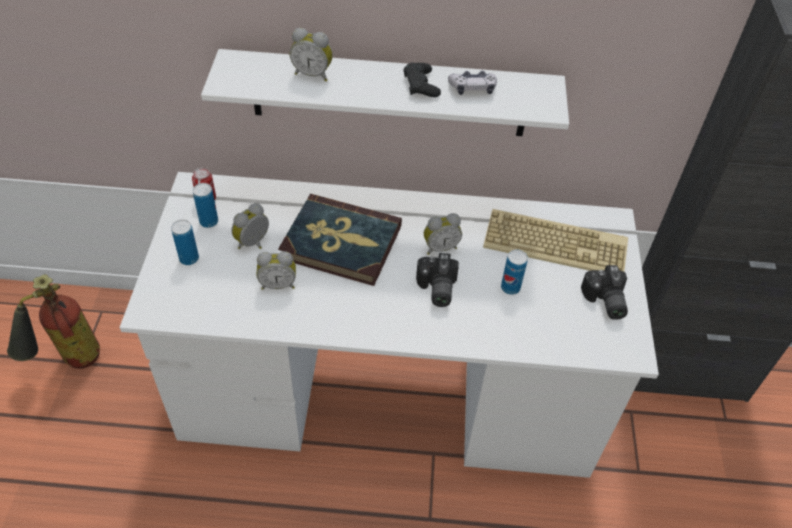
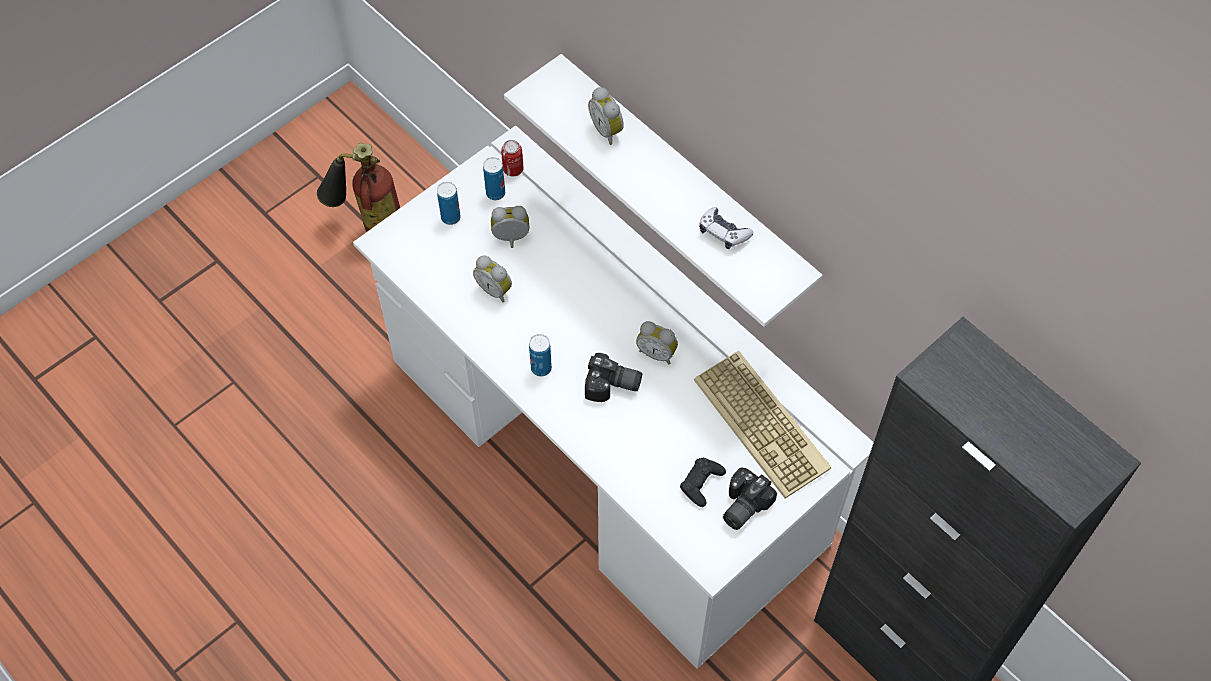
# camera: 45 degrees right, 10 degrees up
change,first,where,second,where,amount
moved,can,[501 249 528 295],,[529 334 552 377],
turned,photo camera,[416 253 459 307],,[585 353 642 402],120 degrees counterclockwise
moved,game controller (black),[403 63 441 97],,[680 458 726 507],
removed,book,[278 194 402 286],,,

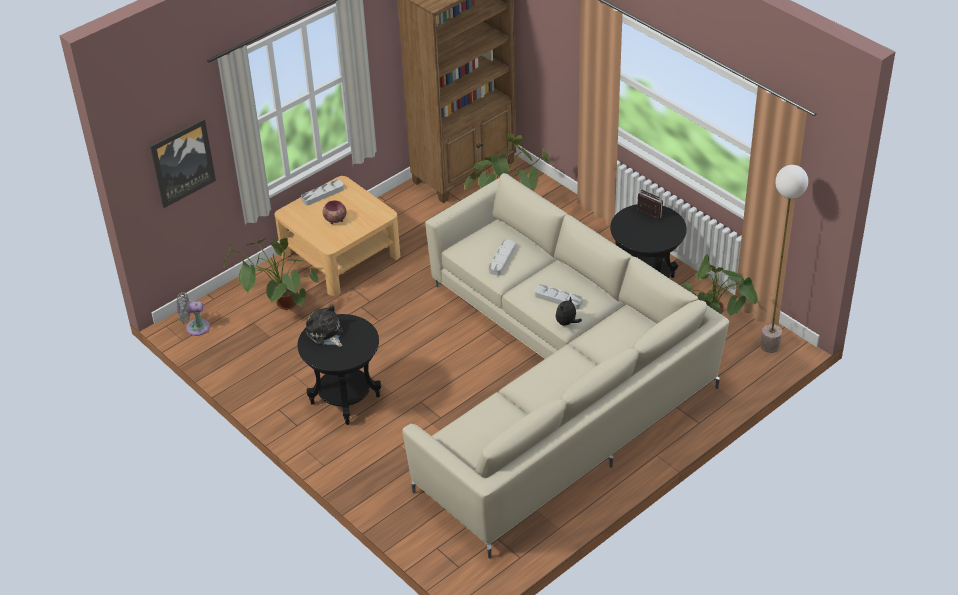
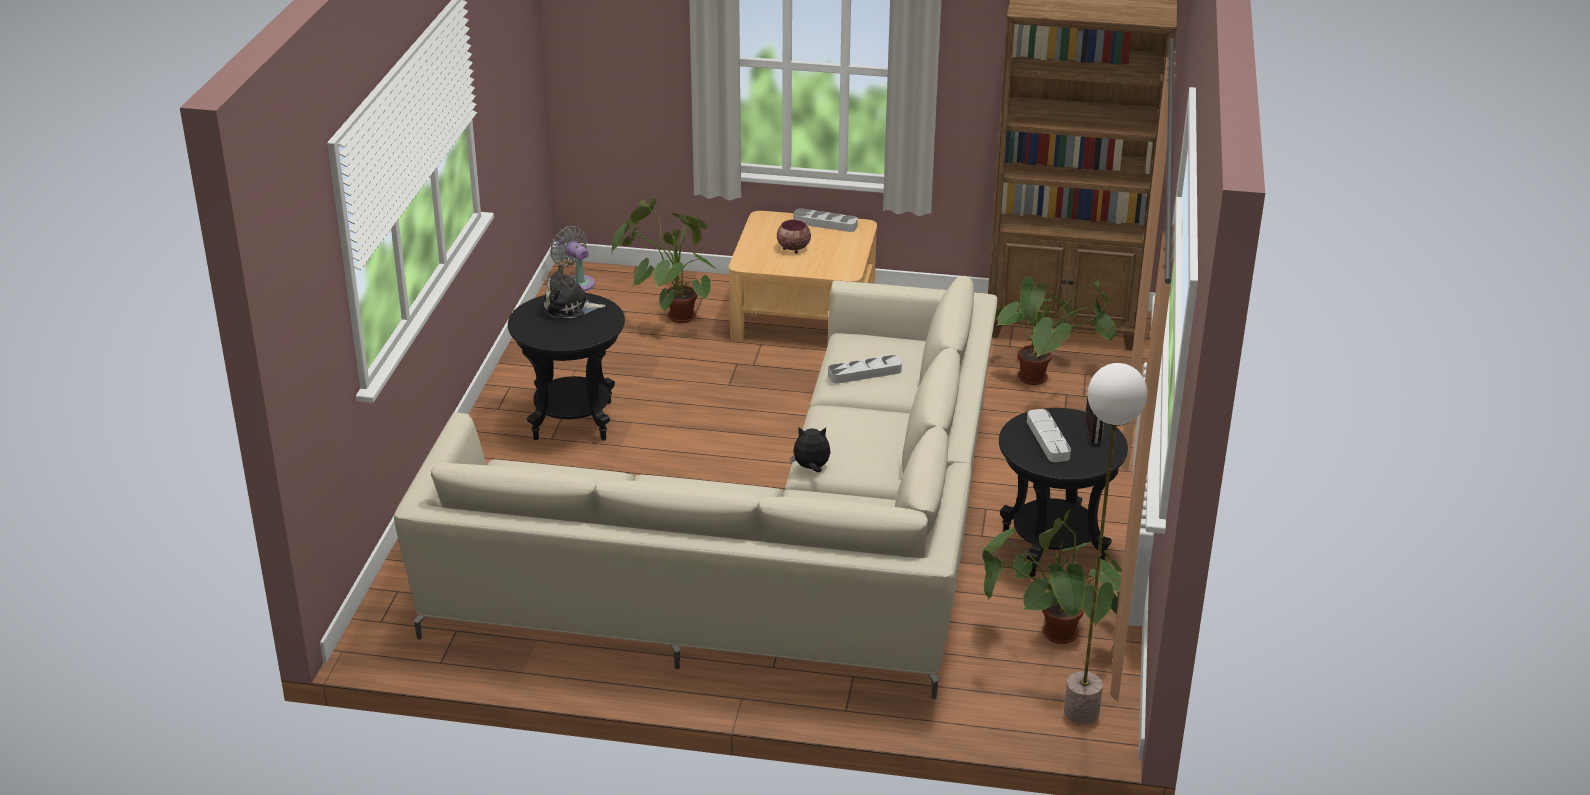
# camera: 50 degrees right, 10 degrees down
change,first,where,second,where,amount
turned,plush toy,[306 305 344 347],,[544 264 606 318],105 degrees counterclockwise
moved,tray (grey),[535 284 583 310],,[1027 409 1071 462],
removed,picture,[150 119 216 208],,,

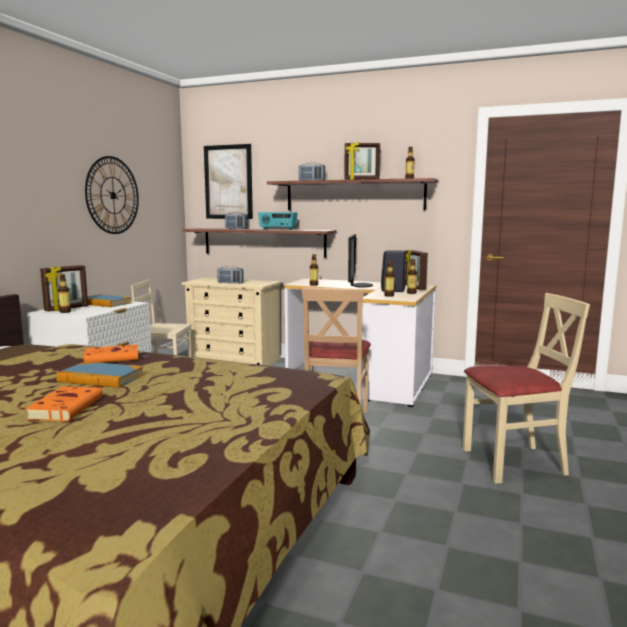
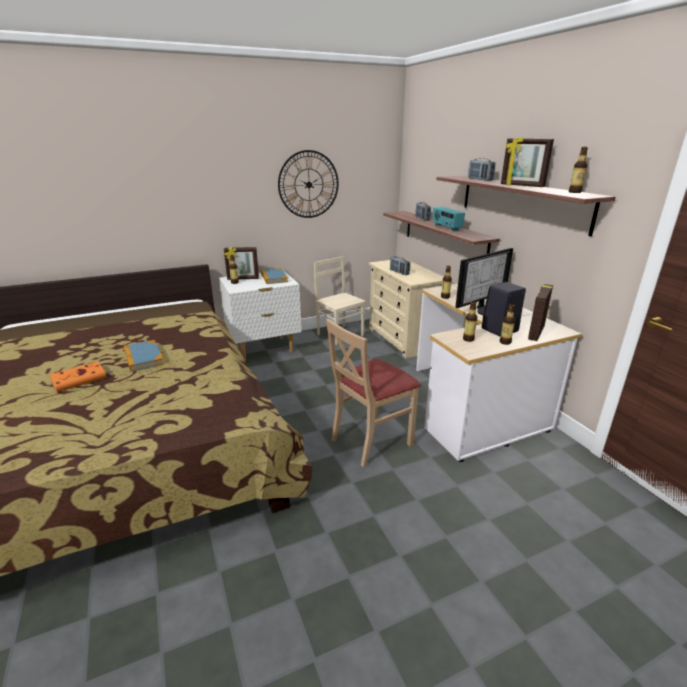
# camera: 45 degrees right, 15 degrees up
change,first,where,second,where,amount
removed,book (orange),[83 344 148 363],,,
removed,picture,[204 144 253 219],,,
removed,chair (beige),[463 293 590 484],,,

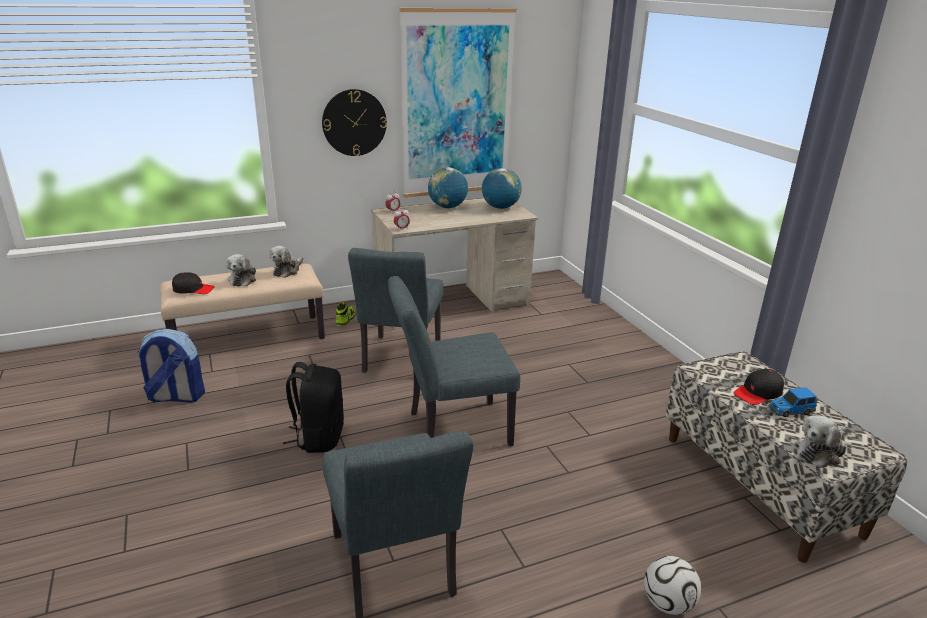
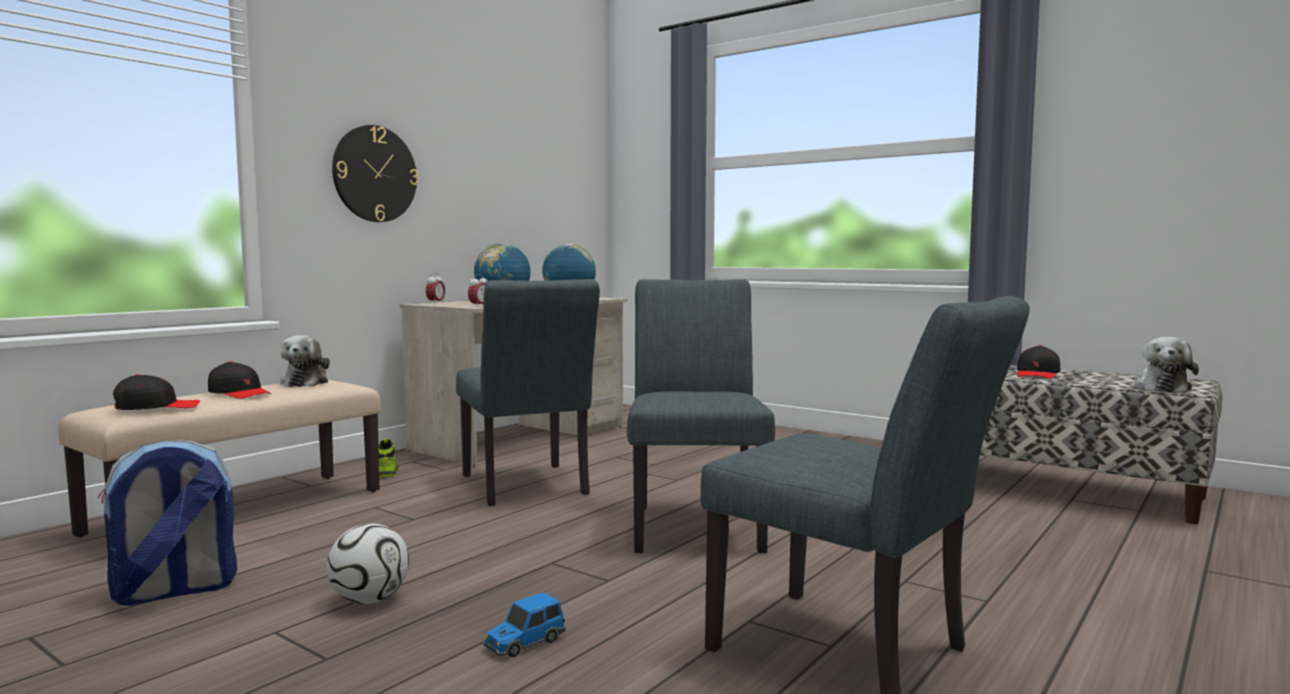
# camera: 30 degrees left, 20 degrees down
change,first,where,second,where,amount
replaced,plush toy,[226 254 256 286],cap (black),[208 361 271 399],
moved,football,[644 556 701 615],,[327 523 409 604],
moved,toy car,[768 387 817 417],,[483 592 566 657],
turned,chair (grey),[388 276 520 446],,[627 279 775 553],135 degrees clockwise
removed,backpack (black),[283 362 344 453],,,
removed,picture,[399 8 516 198],,,

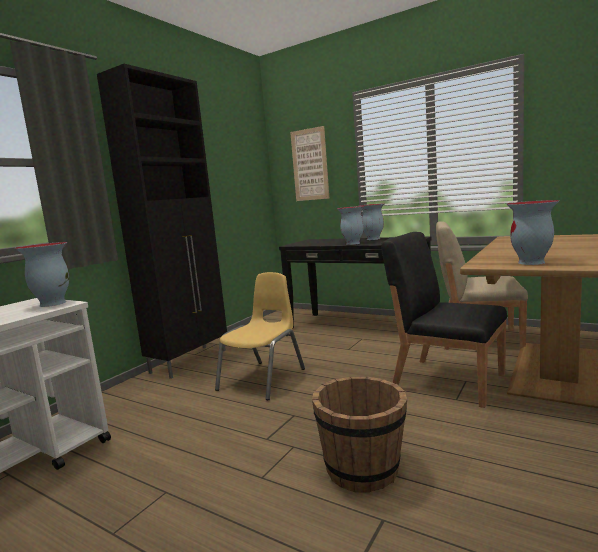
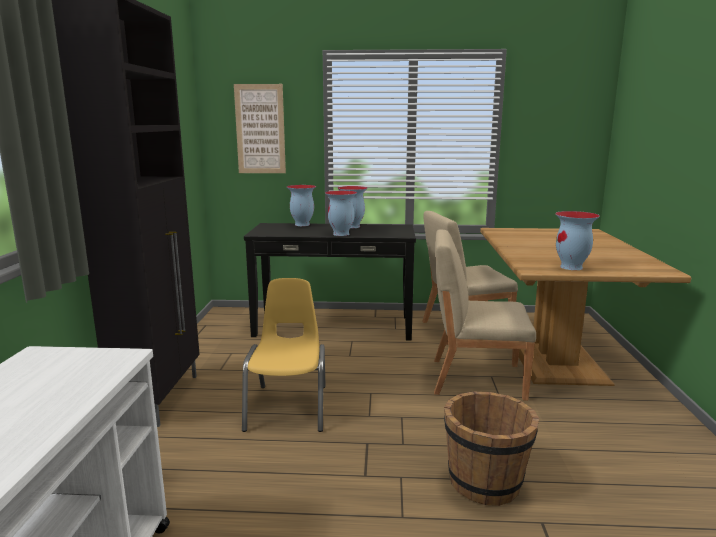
# camera: 30 degrees left, 5 degrees up
change,first,where,second,where,amount
moved,vase,[15 242 69 307],,[287 185 316 226],
recoloured,chair (black),[381 232 507 408],chair (beige),[434 229 536 401],

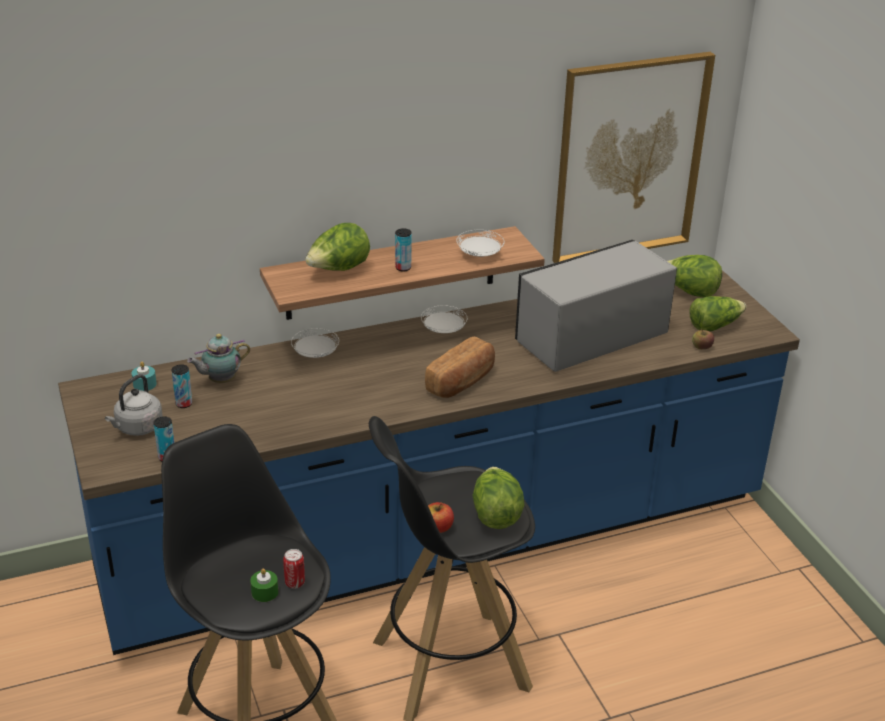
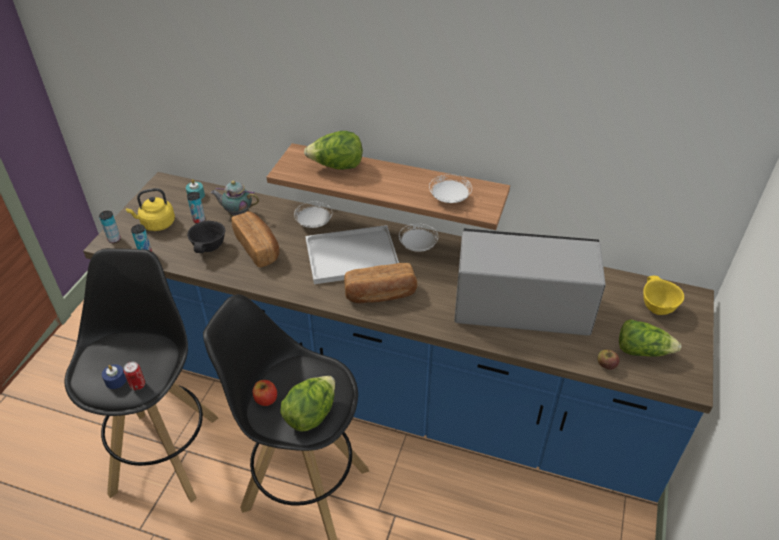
# camera: 40 degrees right, 10 degrees up
change,first,where,second,where,amount
moved,can,[395 228 412 271],,[99 211 121 243],
recoloured,candle (green),[250 568 278 602],candle (blue),[102 364 126 389],
recoloured,kettle (grey),[105 374 163 436],kettle (yellow),[126 188 175 231],
added,,,bowl (black),[187 221 225 253],
added,,,bread,[231 211 280 267],
added,,,tray (white),[305 225 399 284],
replaced,lettuce,[667 255 722 297],bowl (yellow),[643 276 684 315],
removed,picture,[552 52 715 263],,,

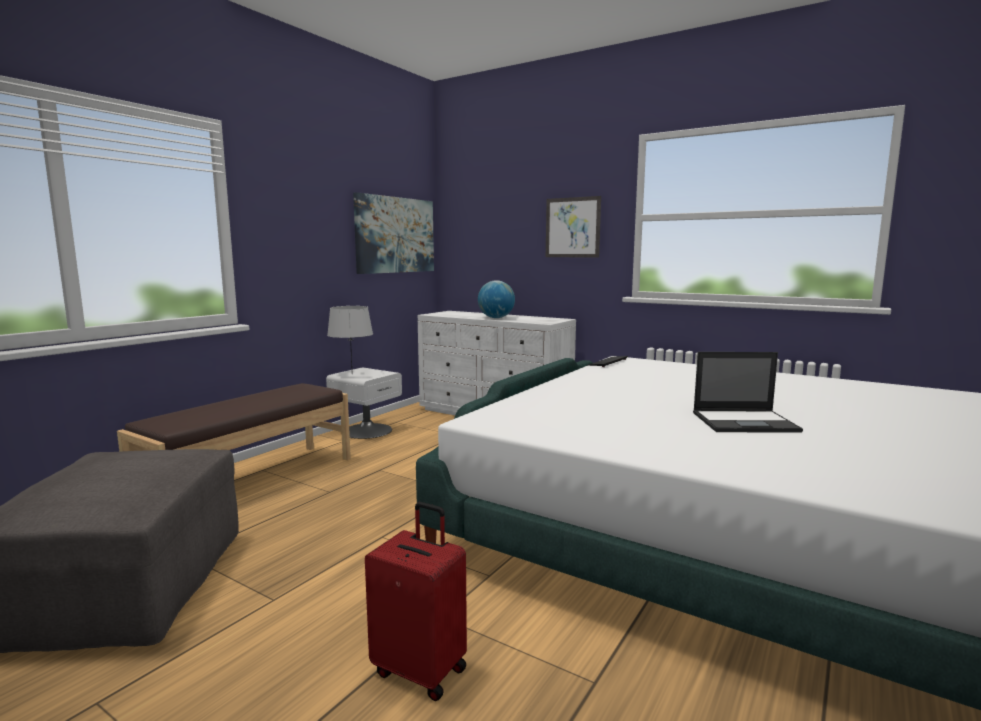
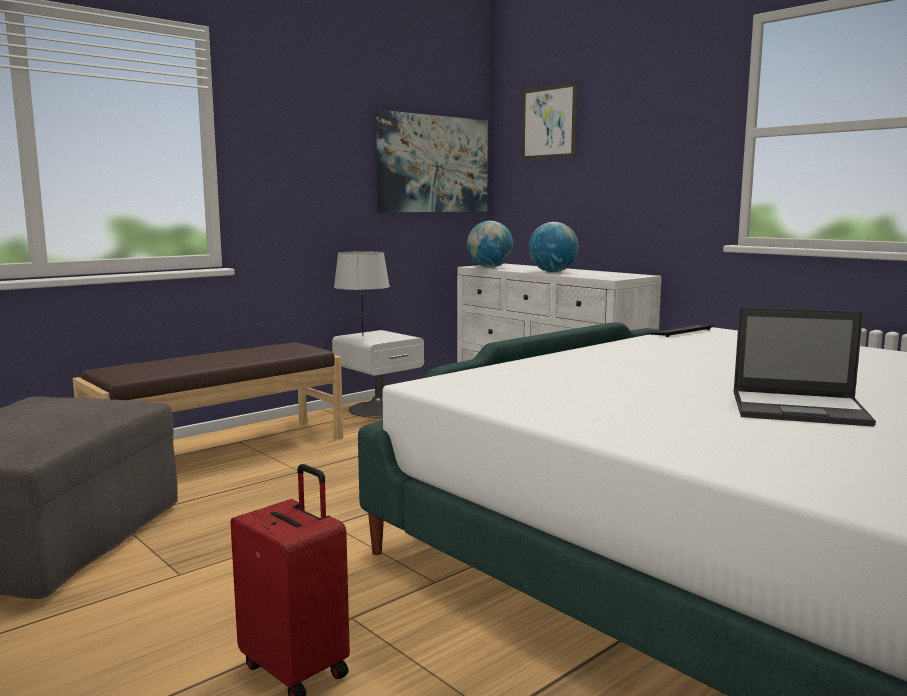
# camera: 15 degrees right, 0 degrees up
change,first,where,second,where,amount
added,,,globe,[467 221 513 268],
moved,picture,[546 196 601 258],,[521 81 578 160],

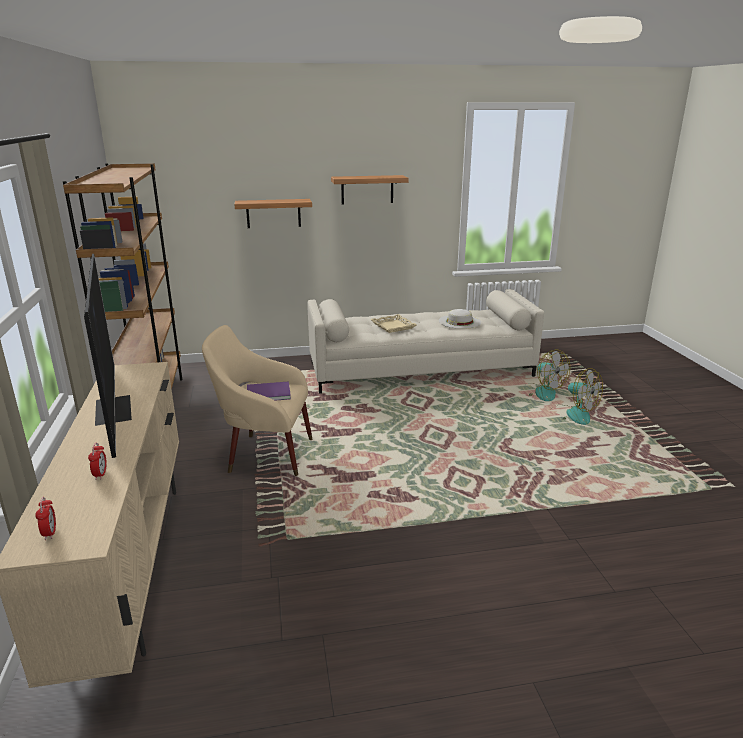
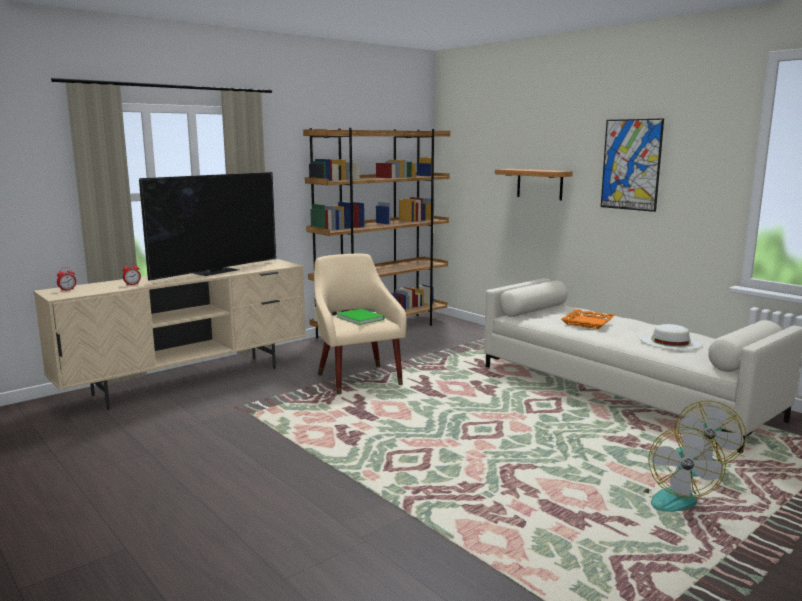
# camera: 60 degrees right, 10 degrees down
change,first,where,second,where,amount
recoloured,book (purple),[247 381 291 401],book (green),[336 309 384 325],
recoloured,tray (beige),[370 314 417 333],tray (orange),[561 309 615 329],
replaced,shelf,[331 175 409 204],picture,[601 118 664 212],

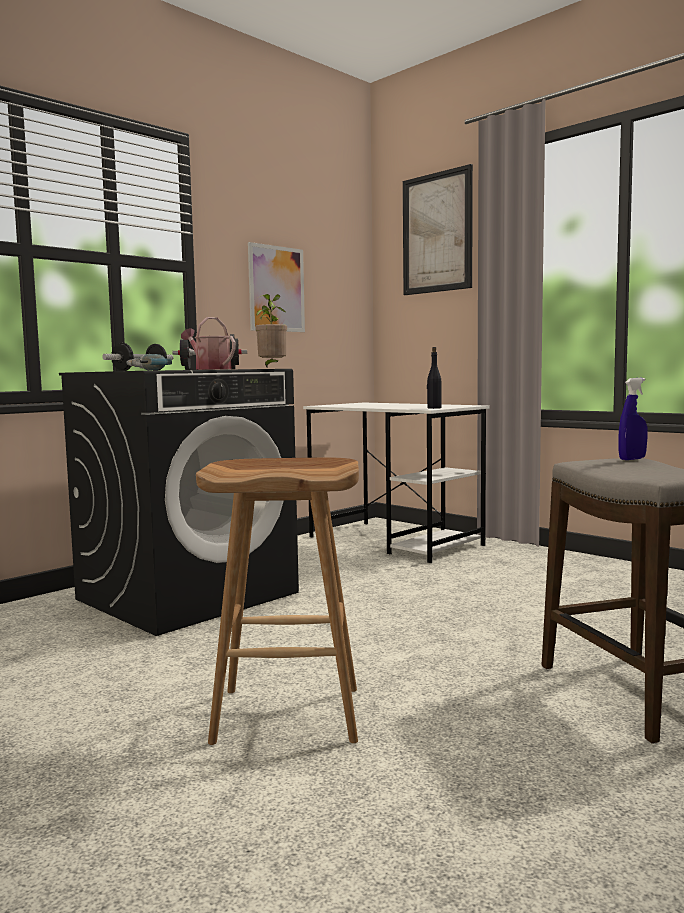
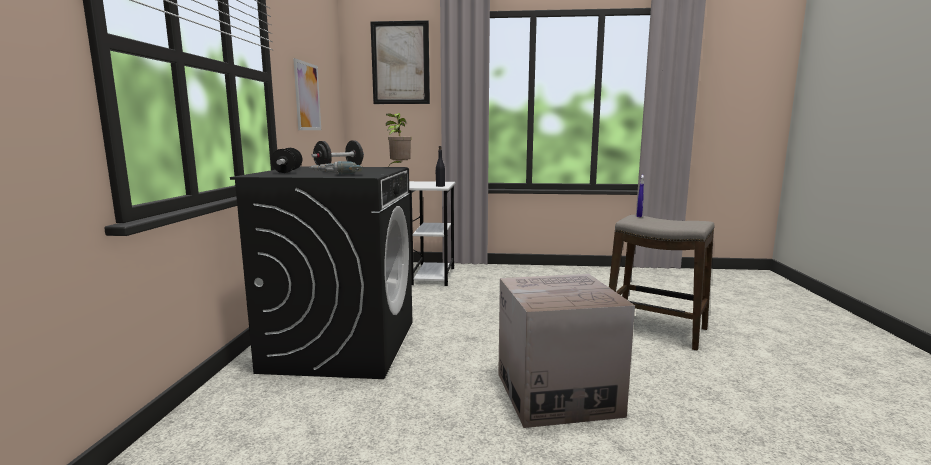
# camera: 40 degrees left, 5 degrees up
change,first,where,second,where,amount
replaced,stool (brown),[196 457 359 745],cardboard box,[498 274 635 428],
removed,watering can,[181 317 236 370],,,

